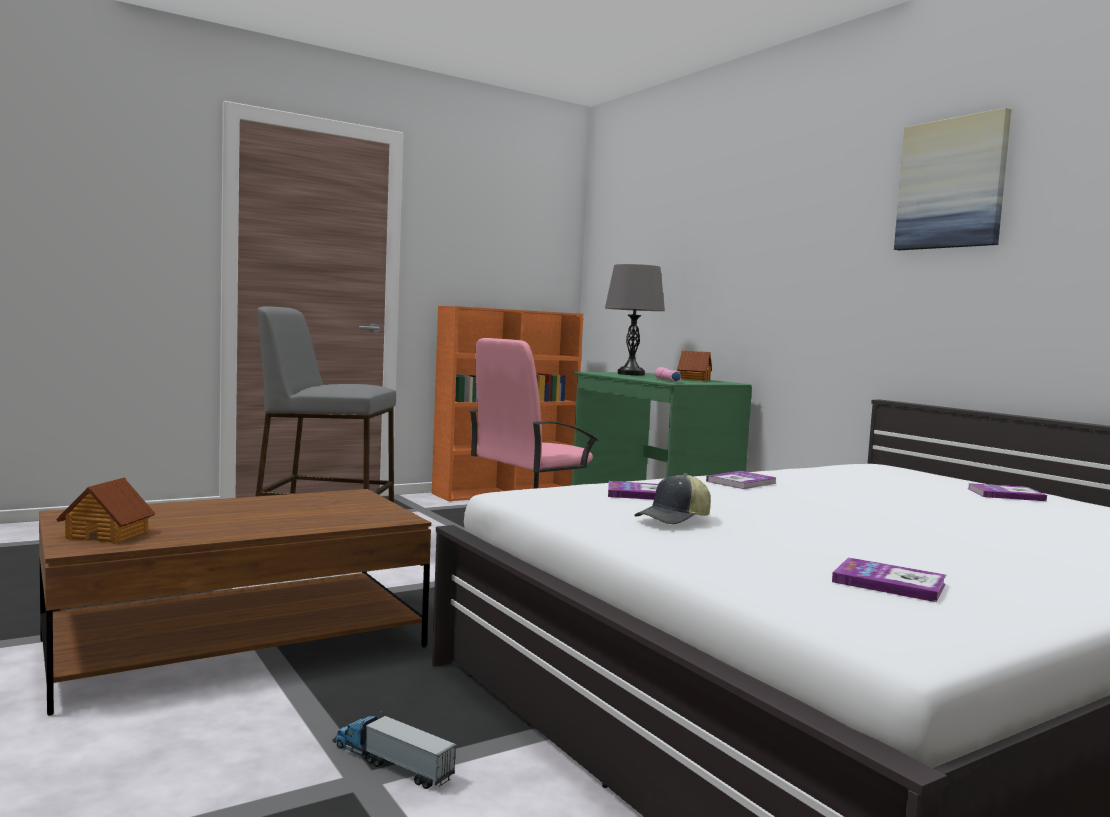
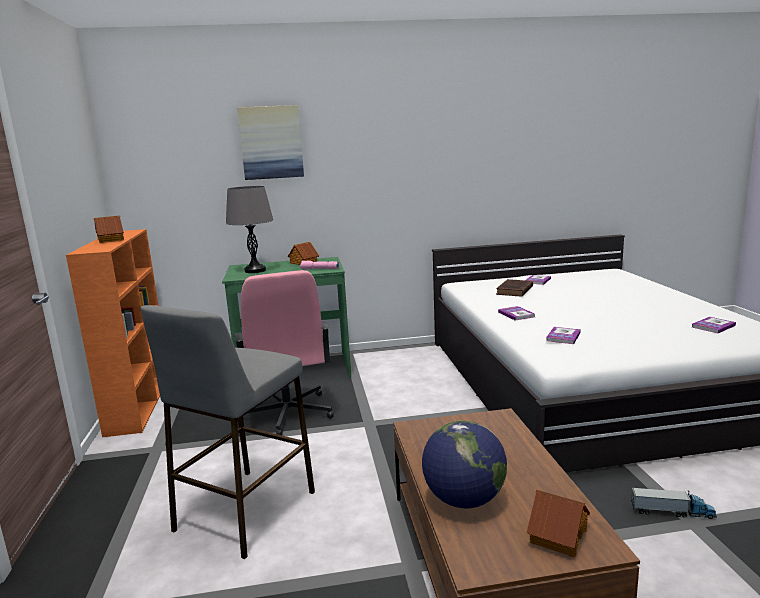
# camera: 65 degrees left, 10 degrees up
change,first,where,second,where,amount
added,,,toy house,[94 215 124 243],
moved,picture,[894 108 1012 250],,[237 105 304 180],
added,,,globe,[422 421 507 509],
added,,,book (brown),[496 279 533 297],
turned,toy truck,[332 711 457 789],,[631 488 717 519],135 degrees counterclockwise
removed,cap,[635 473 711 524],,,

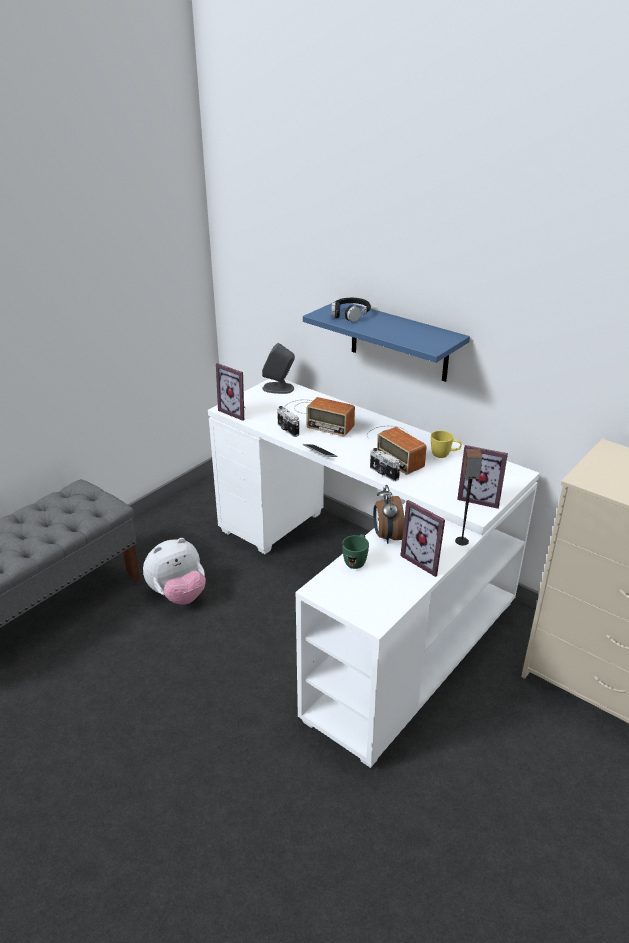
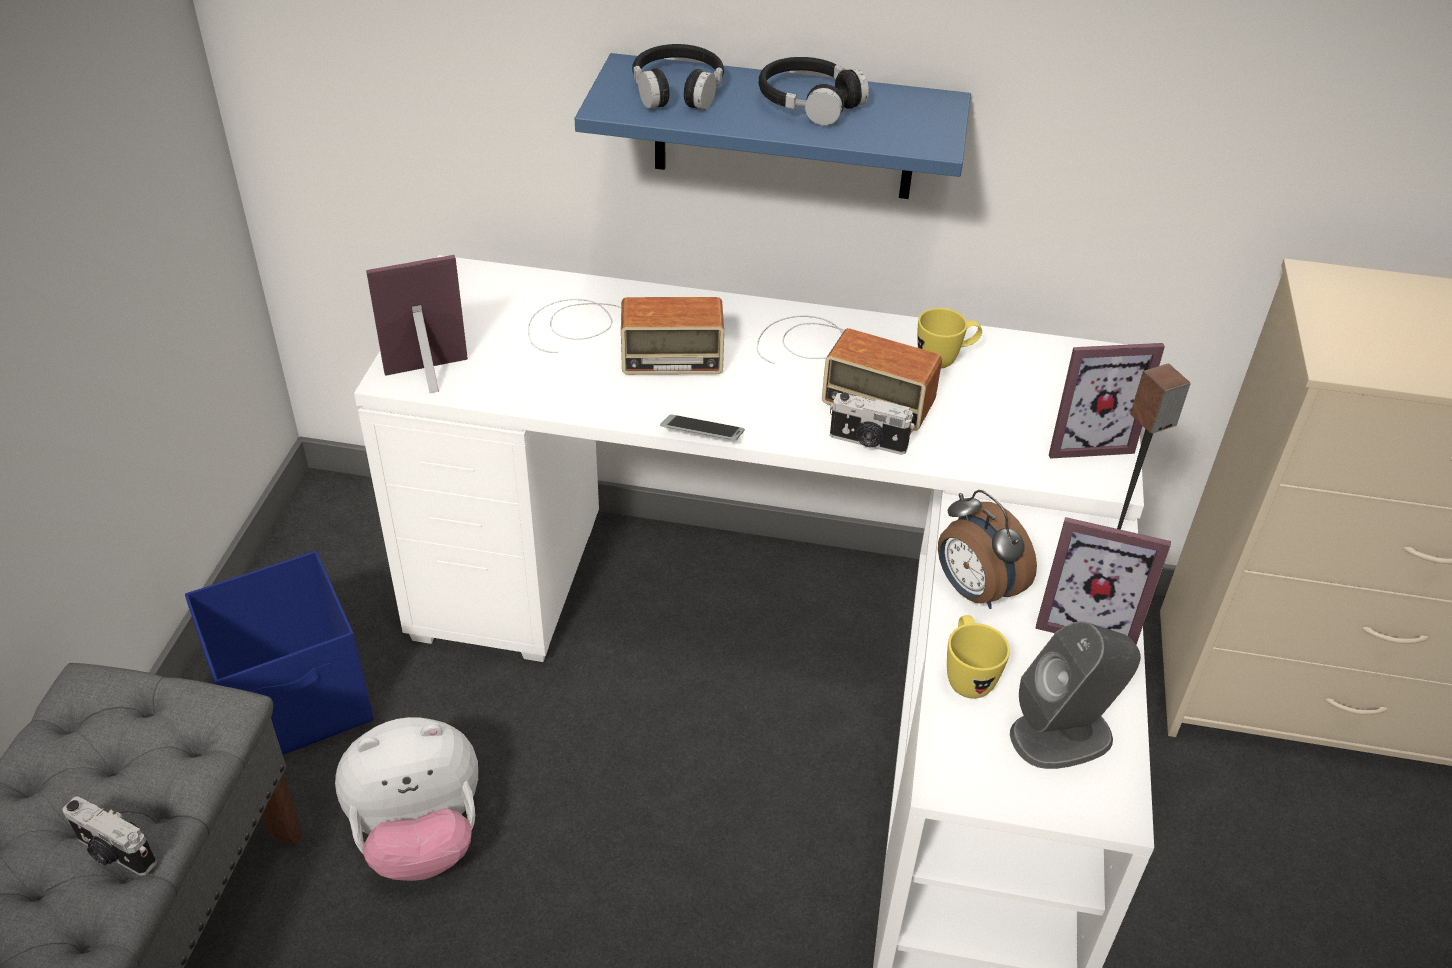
# camera: 30 degrees left, 10 degrees up
change,first,where,second,where,amount
moved,photo camera,[277 406 299 437],,[63 796 157 876],
added,,,storage box (blue),[185 551 374 755],
turned,plush toy,[143 538 206 605],,[335 717 478 881],45 degrees clockwise
turned,picture frame,[216 363 245 421],,[366 255 468 393],150 degrees clockwise
added,,,headphones (black),[759 57 869 126],
recoloured,mug (green),[342 534 369 569],mug (yellow),[947 615 1010 699],
moved,speaker (grey),[262 343 295 394],,[1010 621 1141 769],

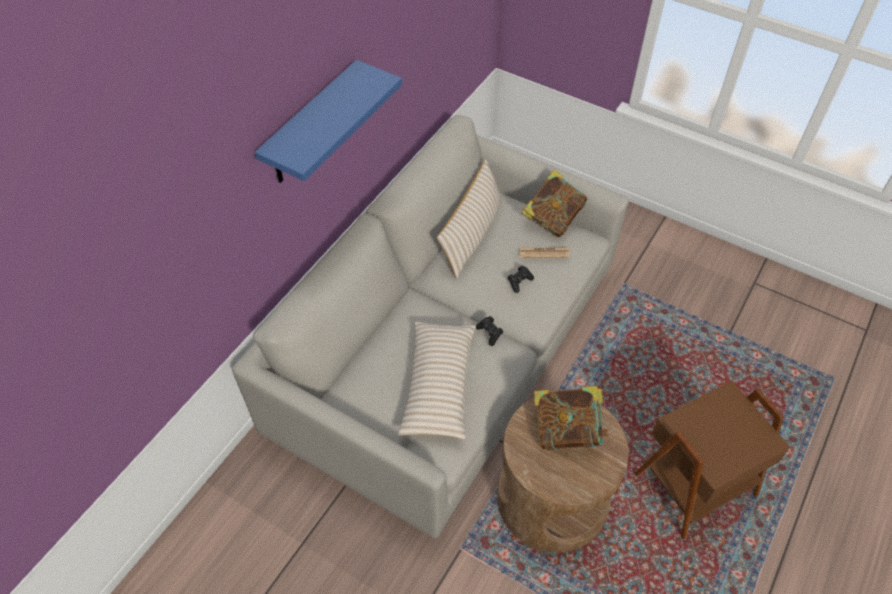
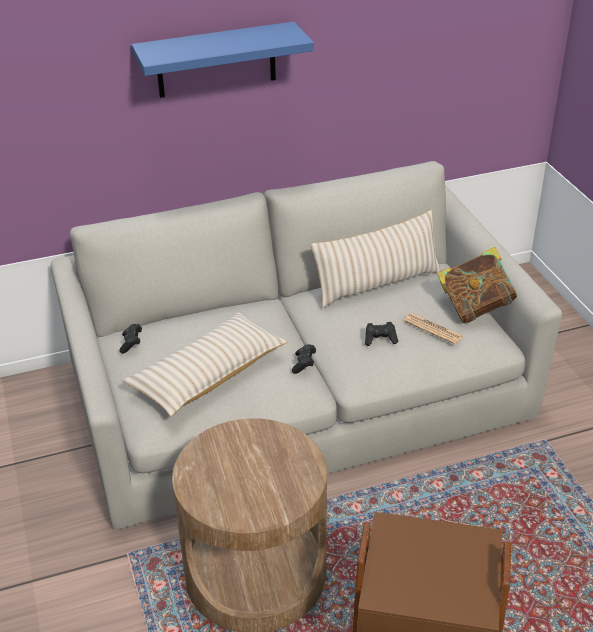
# camera: 40 degrees right, 15 degrees down
change,first,where,second,where,amount
added,,,game controller (black),[119 324 142 354],
removed,book,[534 386 609 450],,,

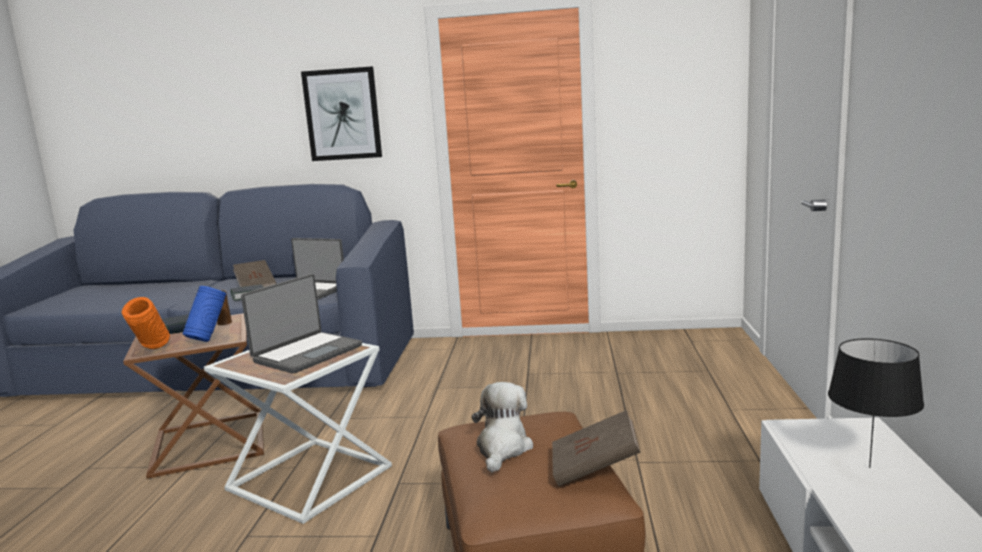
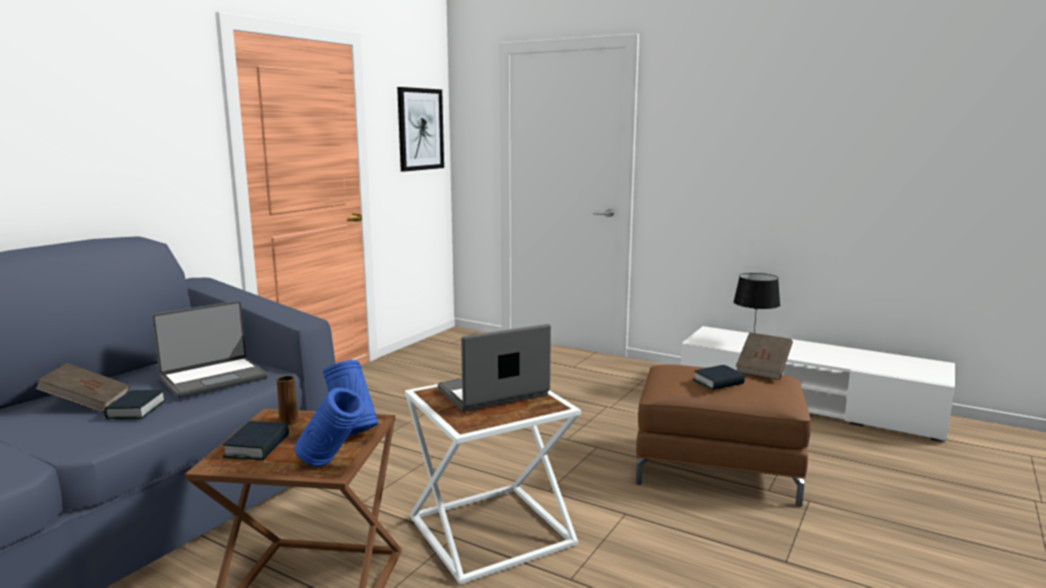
# camera: 65 degrees left, 0 degrees up
change,first,where,second,where,amount
recoloured,vase (orange),[122 297 170 349],vase (blue),[295 388 364 466],
moved,picture,[301 66 382 161],,[397 87 444 172],
turned,laptop,[241 274 362 374],,[438 324 551 412],90 degrees counterclockwise
replaced,plush toy,[472 382 533 472],book,[692 365 745 390],

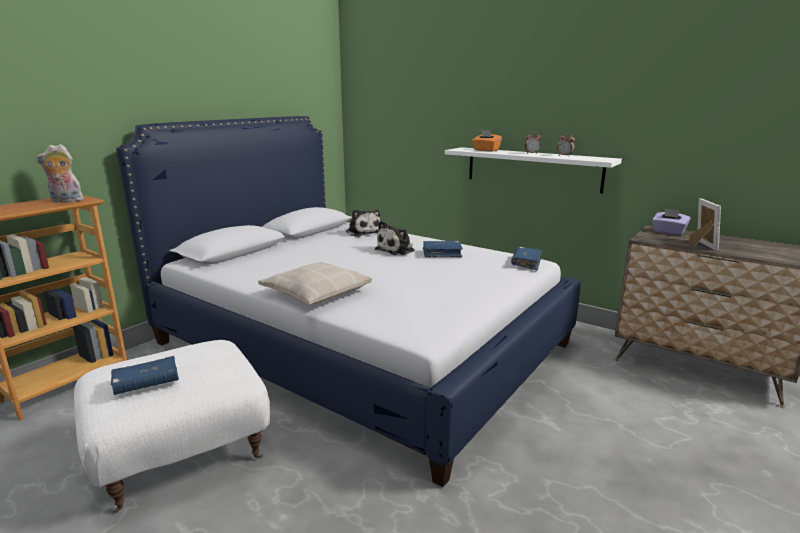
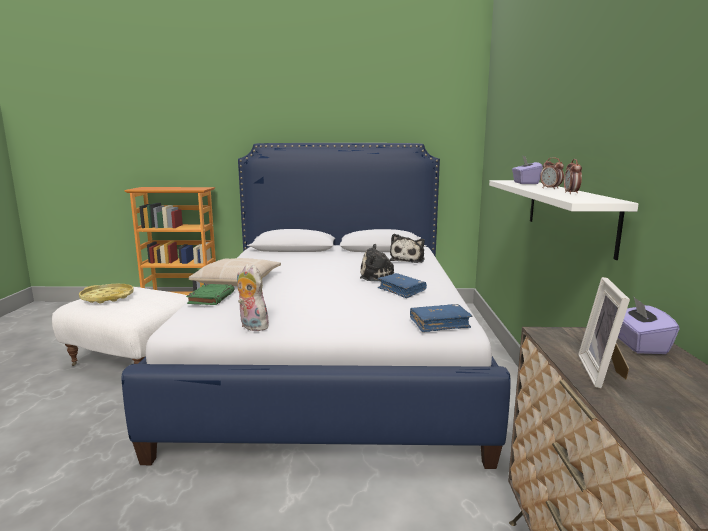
# camera: 55 degrees right, 5 degrees down
change,first,where,second,where,amount
replaced,book (blue),[111 356 179 395],tray (yellow),[79 284 134 304],
added,,,book (green),[186 284 235 305],
moved,plush toy,[36 144 84 203],,[237 264 269 331],
recoloured,tissue box (orange),[472 130 502 152],tissue box (purple),[512 156 543 184],
turned,picture frame,[689 198 721 251],,[578 277 630 388],135 degrees clockwise

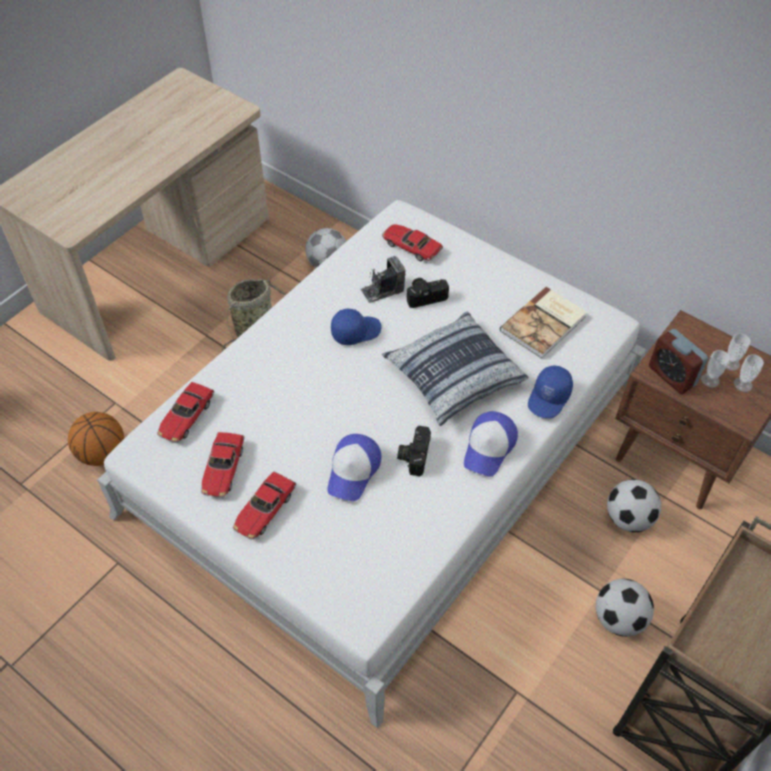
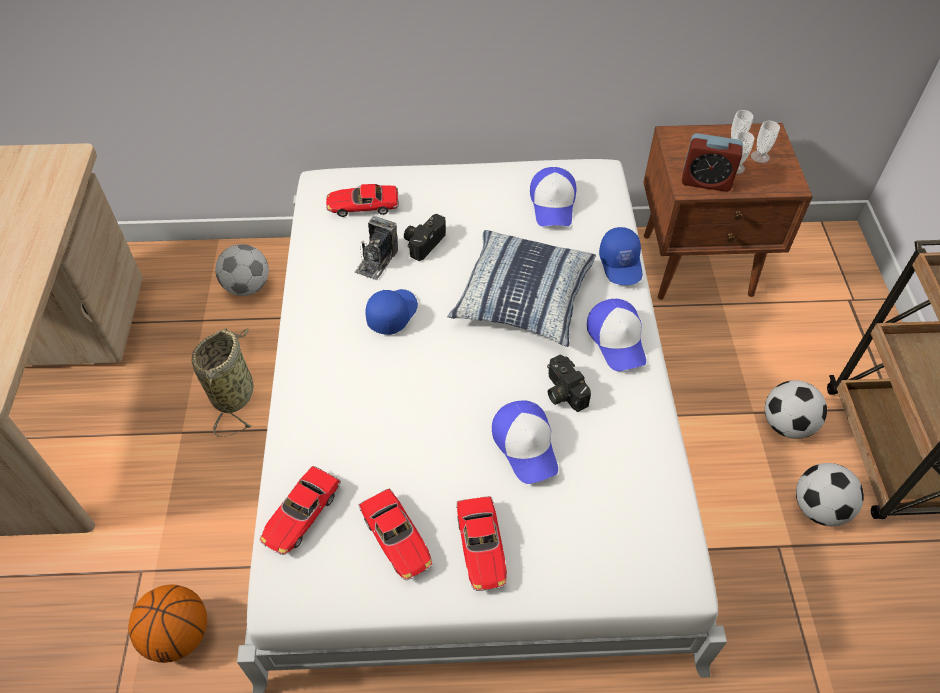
# camera: 40 degrees left, 0 degrees up
change,first,where,second,where,amount
turned,toy car,[157 382 214 443],,[260 466 341 555],45 degrees clockwise
replaced,book,[500 287 587 359],cap,[530 167 577 226],
moved,football,[607 479 661 532],,[796 463 864 526],

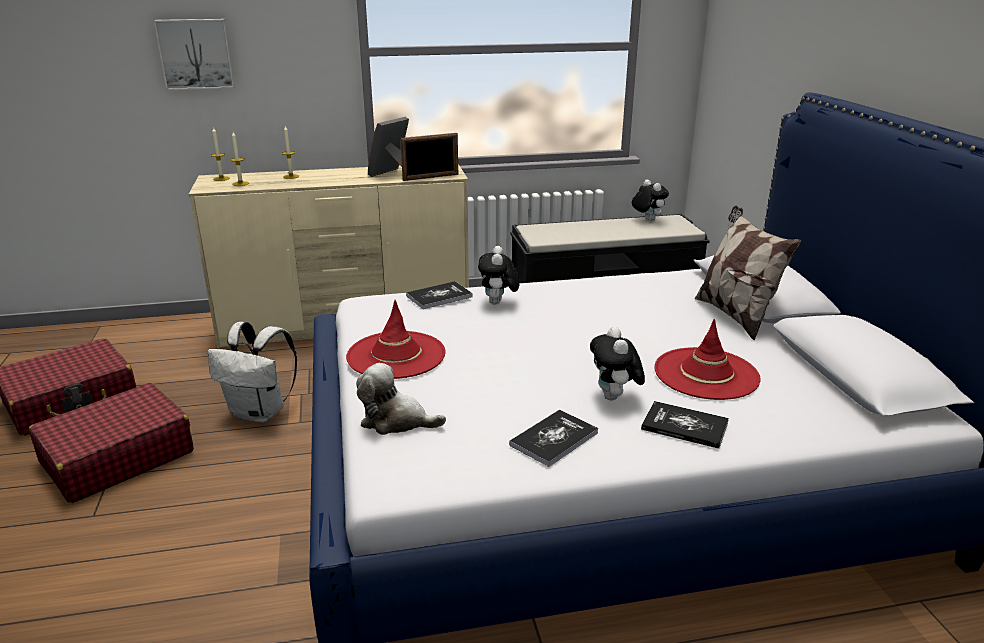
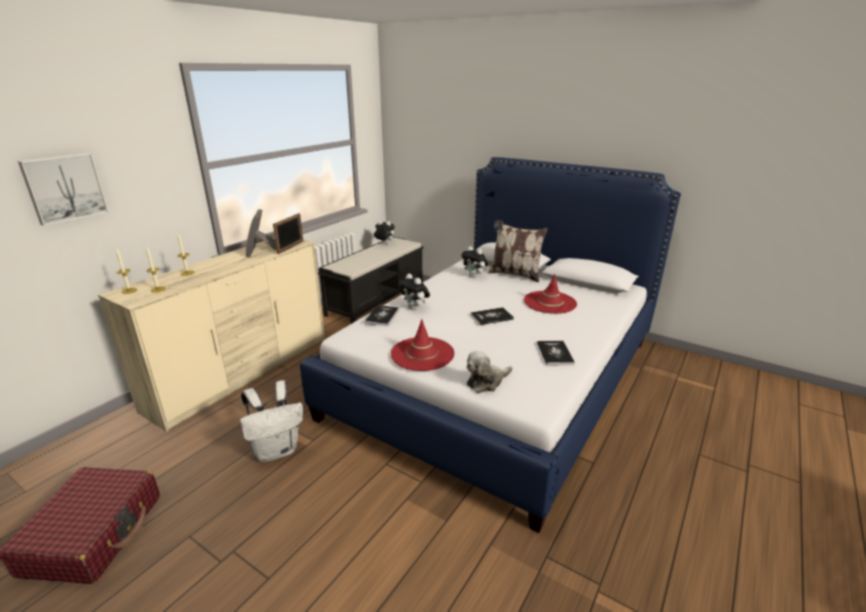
# camera: 45 degrees left, 0 degrees up
change,first,where,second,where,amount
moved,plush toy,[590 327 645 400],,[461 246 488 278],
moved,book,[641 401 729 449],,[470 307 514 325],
removed,suitcase (red),[29 383 194 503],,,

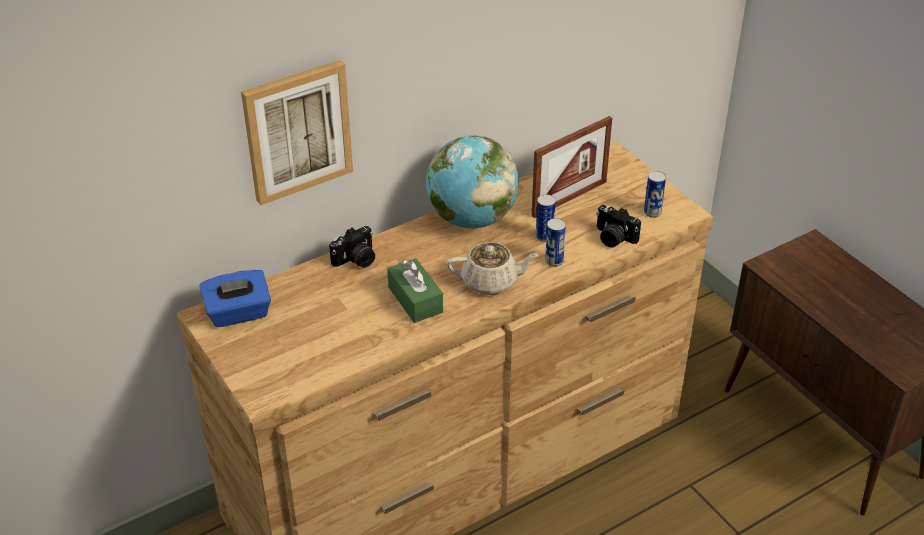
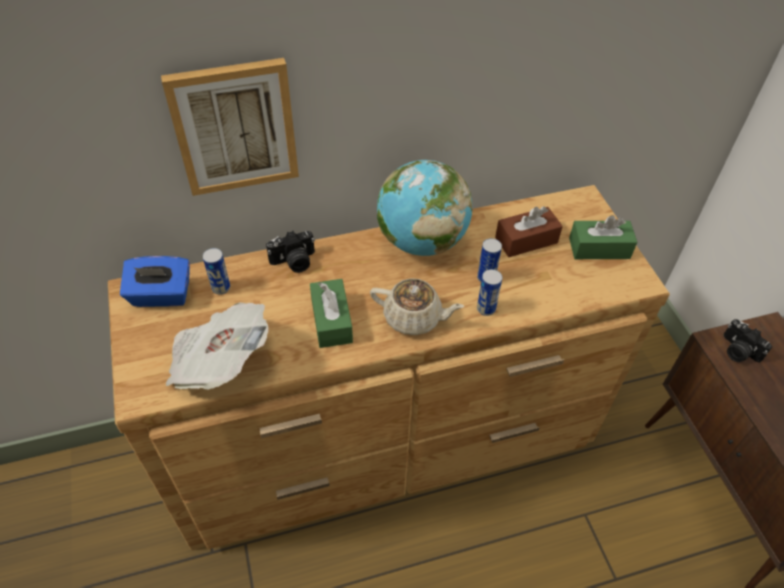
# camera: 15 degrees right, 10 degrees up
change,first,where,second,where,amount
added,,,newspaper,[166 302 269 390],
moved,can,[644 171 666 218],,[202 248 230 295],
replaced,picture frame,[532 116 612 218],tissue box (brown),[495 206 563 257],
added,,,tissue box (green),[569 215 637 259],
moved,photo camera,[596 205 641 248],,[723 319 772 362],

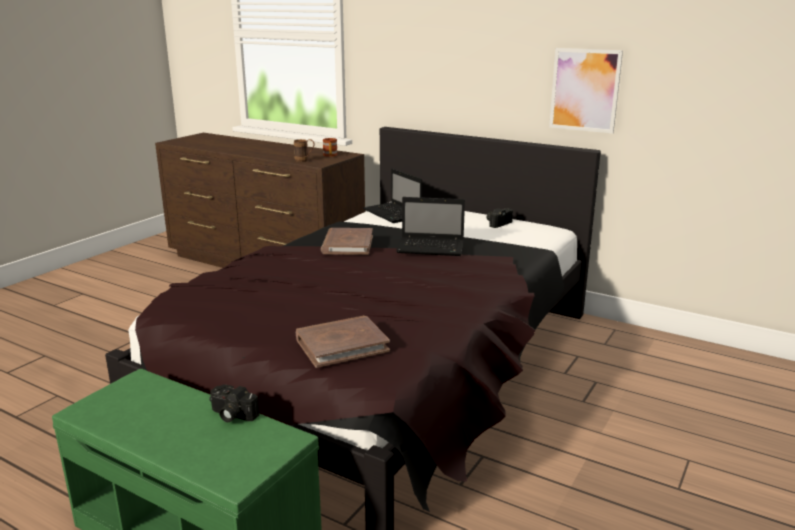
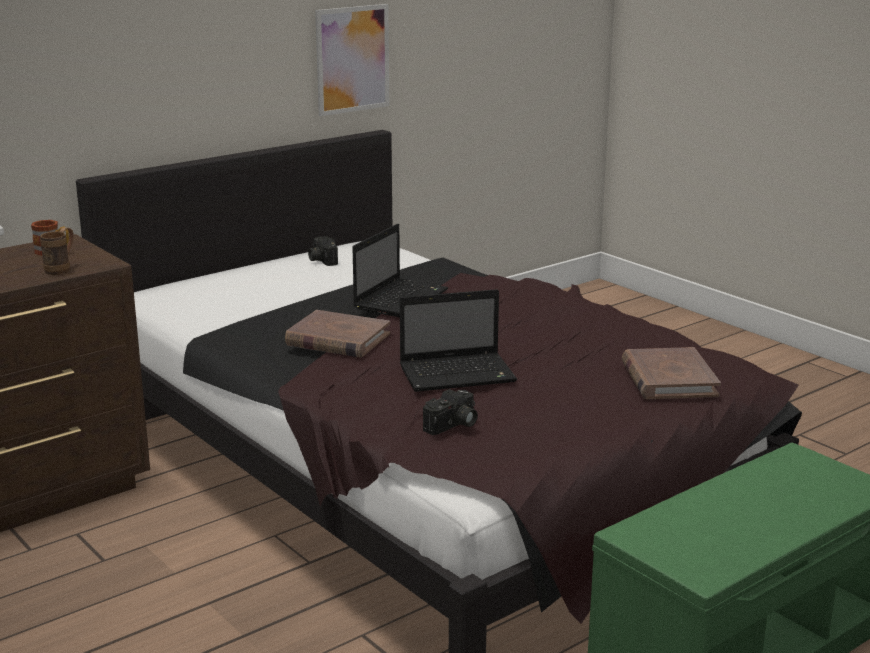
# camera: 70 degrees left, 0 degrees up
change,first,where,second,where,amount
moved,laptop,[363 169 422 223],,[400 289 517 392],
moved,photo camera,[209 384 260 422],,[423 389 478 435],

